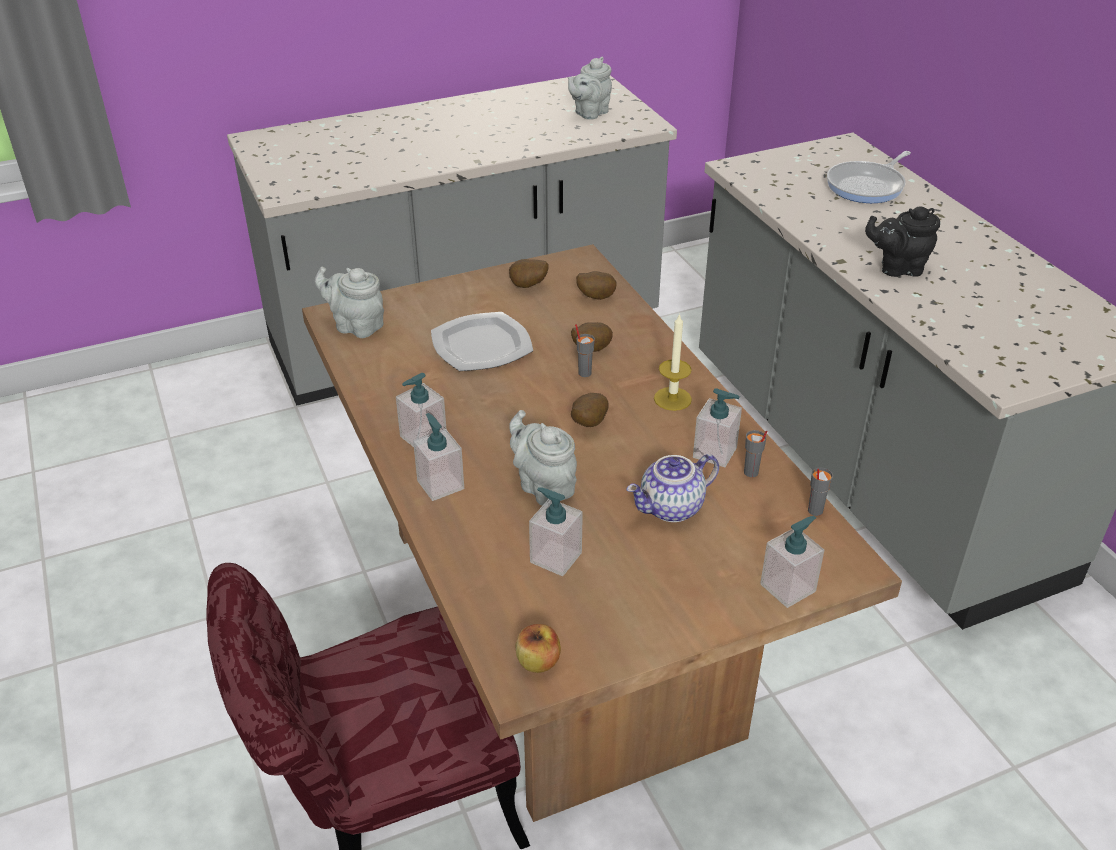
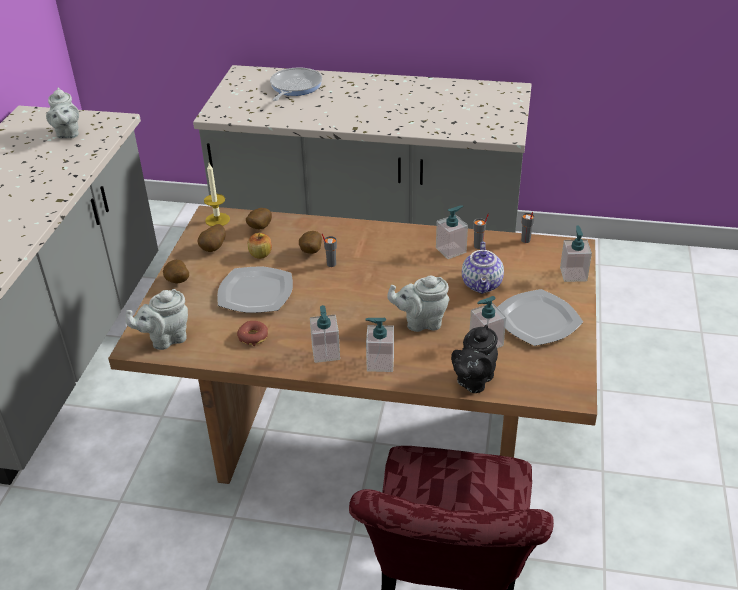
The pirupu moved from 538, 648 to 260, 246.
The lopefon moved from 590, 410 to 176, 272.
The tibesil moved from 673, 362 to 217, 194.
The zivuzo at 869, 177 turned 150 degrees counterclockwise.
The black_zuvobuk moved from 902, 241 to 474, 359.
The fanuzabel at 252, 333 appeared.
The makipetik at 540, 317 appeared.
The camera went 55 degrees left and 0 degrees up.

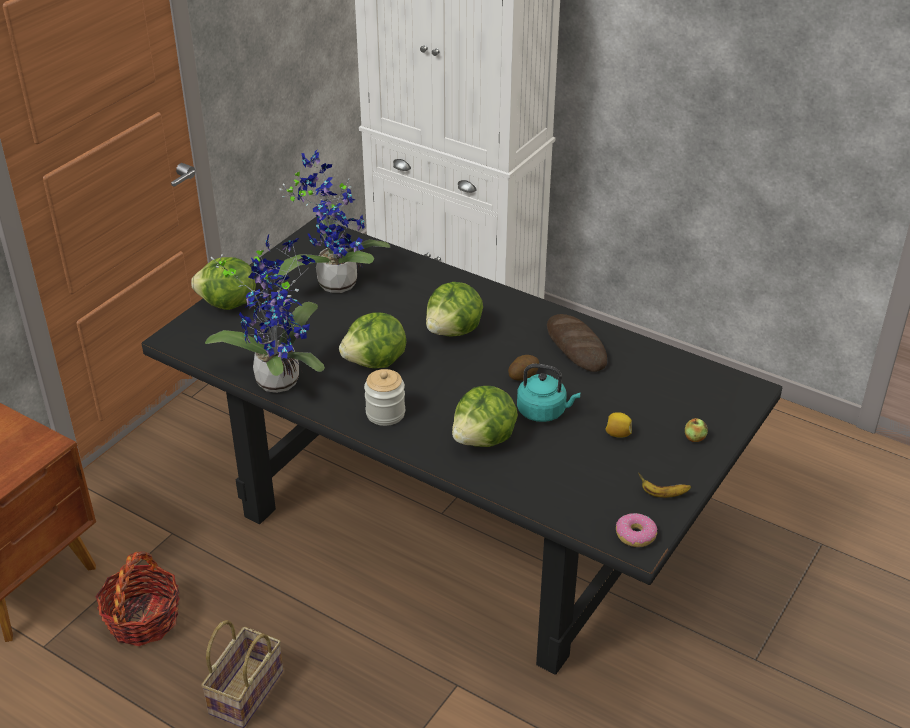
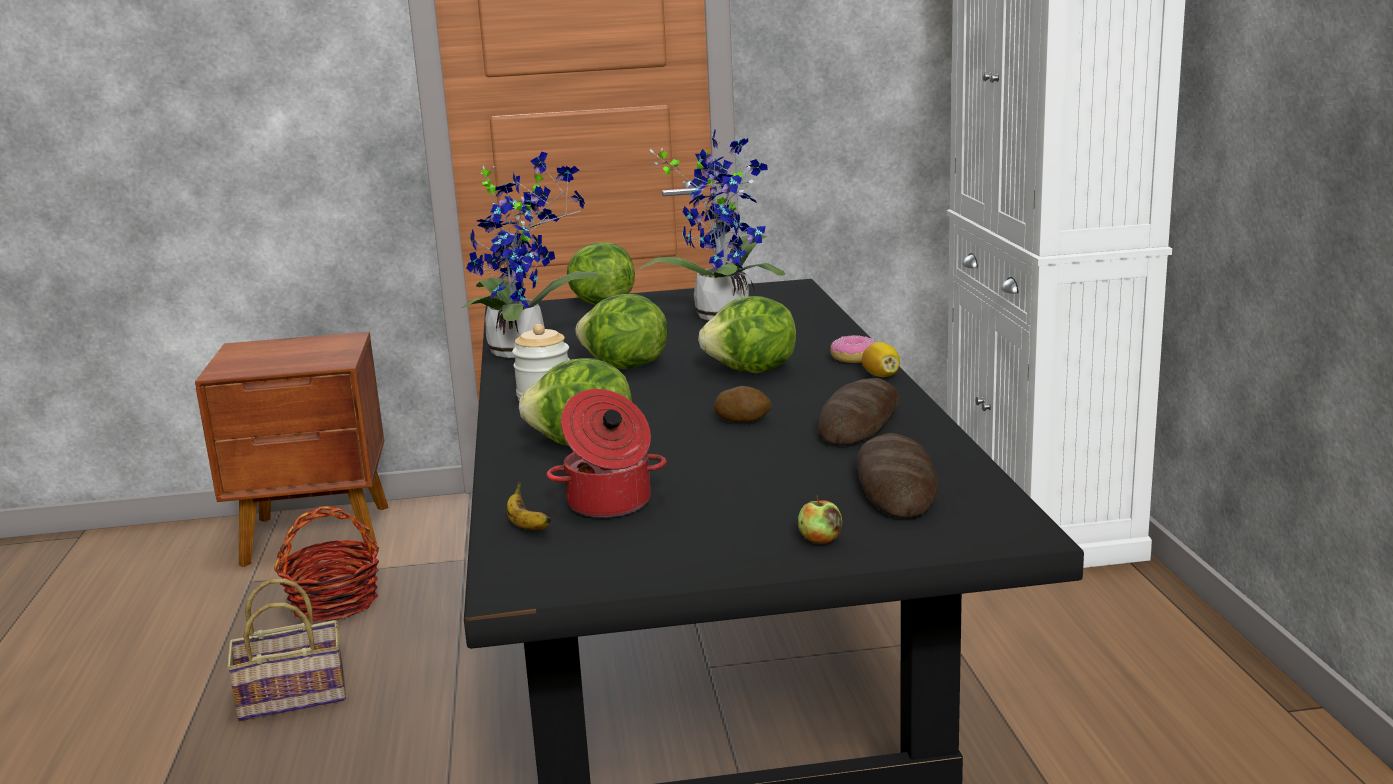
The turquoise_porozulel at 548, 393 disappeared.
The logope moved from 619, 425 to 881, 359.
The fanuzabel moved from 636, 530 to 853, 349.
The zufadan moved from 665, 485 to 529, 506.
The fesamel at 607, 453 appeared.
The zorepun at 897, 475 appeared.
The camera went 50 degrees right and 20 degrees down.

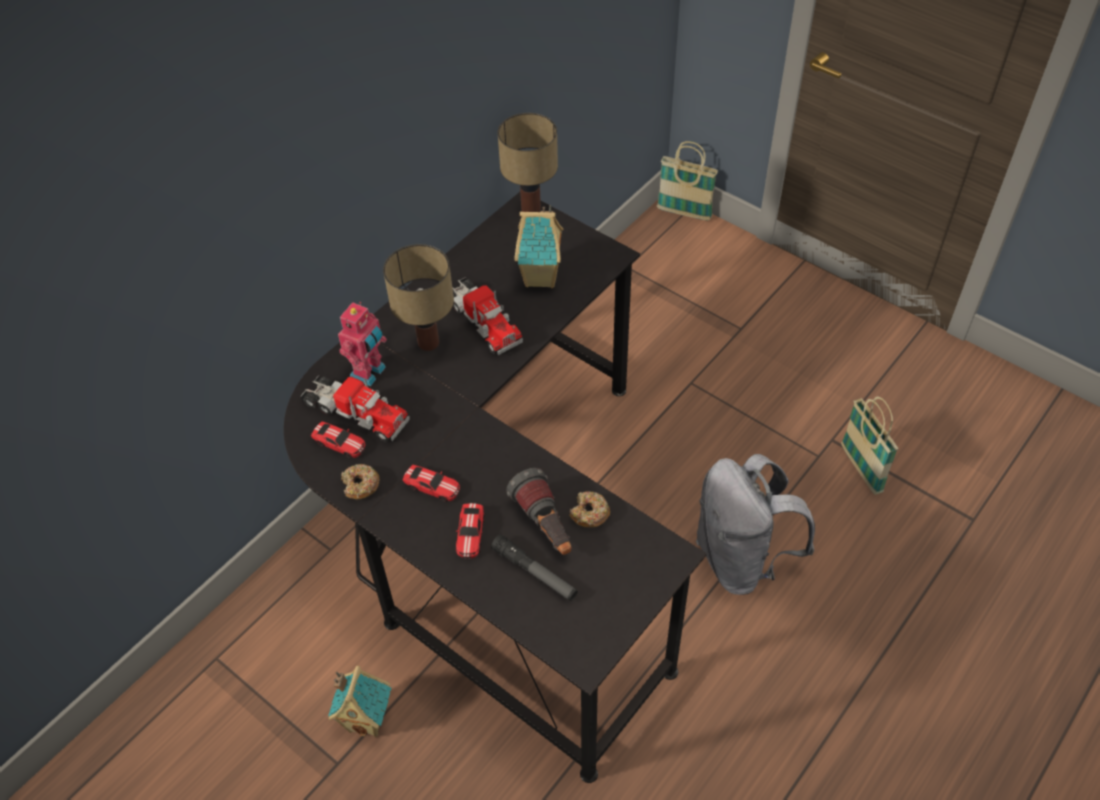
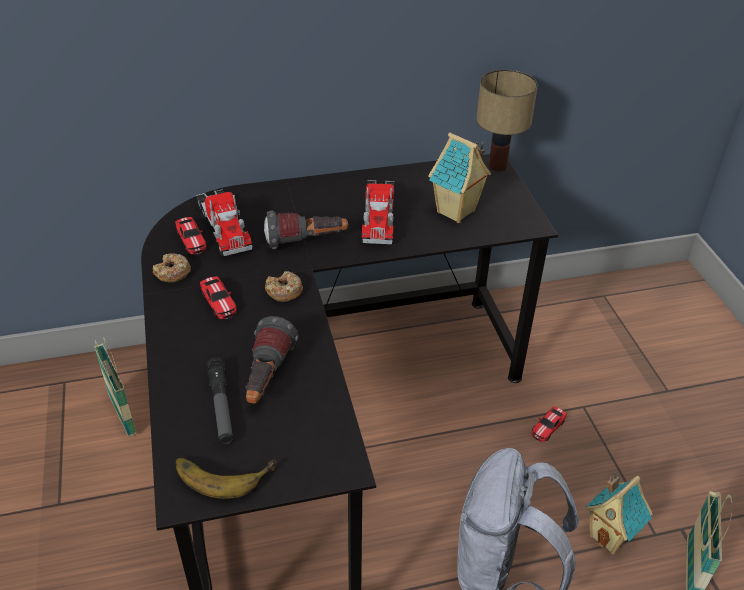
The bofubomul moved from 360, 701 to 619, 512.
The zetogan at 362, 344 disappeared.
The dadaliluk at 418, 297 disappeared.
The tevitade moved from 470, 531 to 549, 424.
The fanuzabel moved from 589, 509 to 284, 286.
The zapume moved from 687, 180 to 115, 387.
The zufadan at 226, 478 appeared.
The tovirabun at 306, 230 appeared.
The camera went 35 degrees right and 10 degrees down.

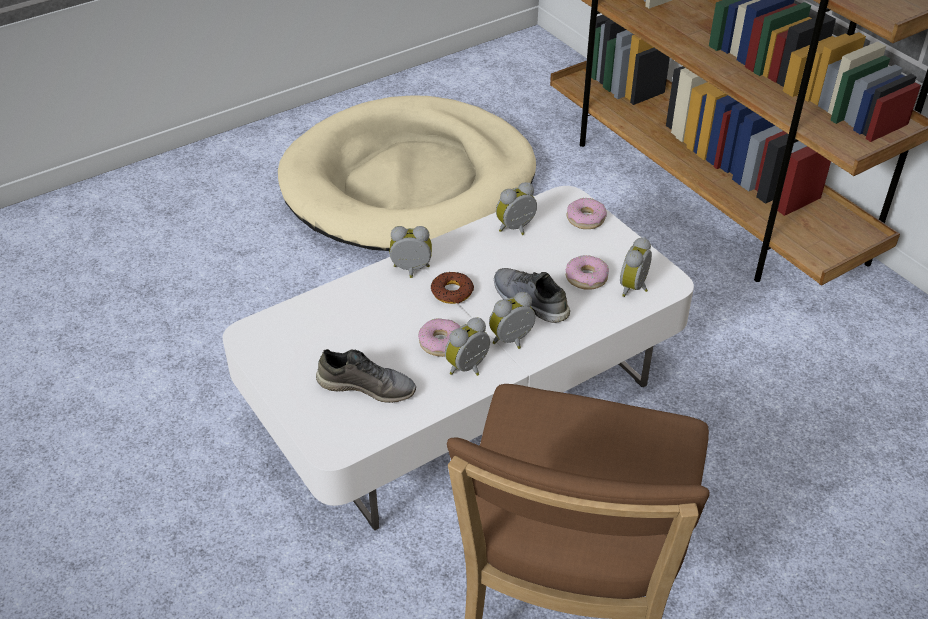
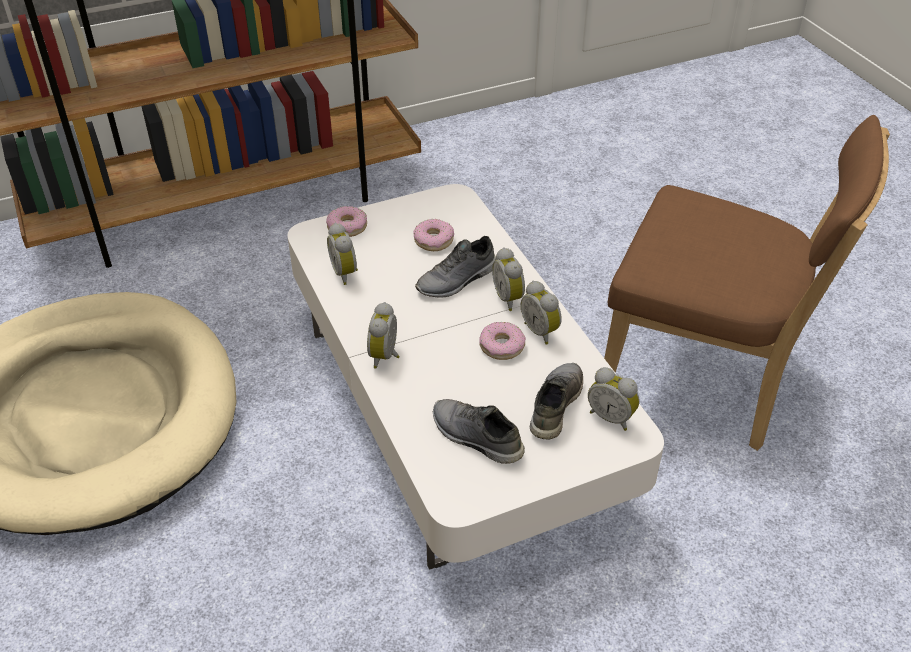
The fanuzabel at 452, 288 disappeared.
The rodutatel moved from 636, 267 to 614, 399.
The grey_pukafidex at 479, 431 appeared.
The camera went 80 degrees left and 0 degrees up.

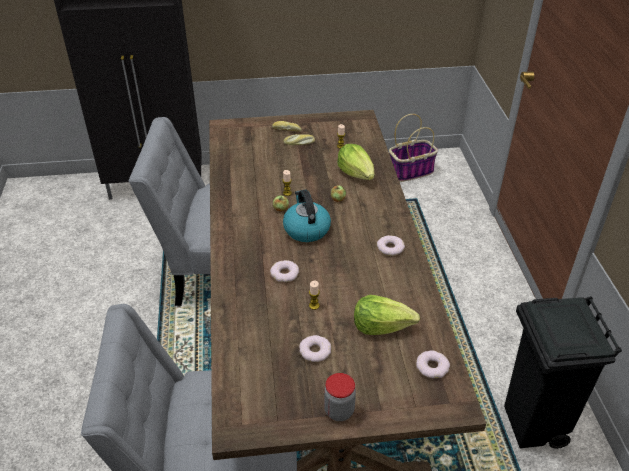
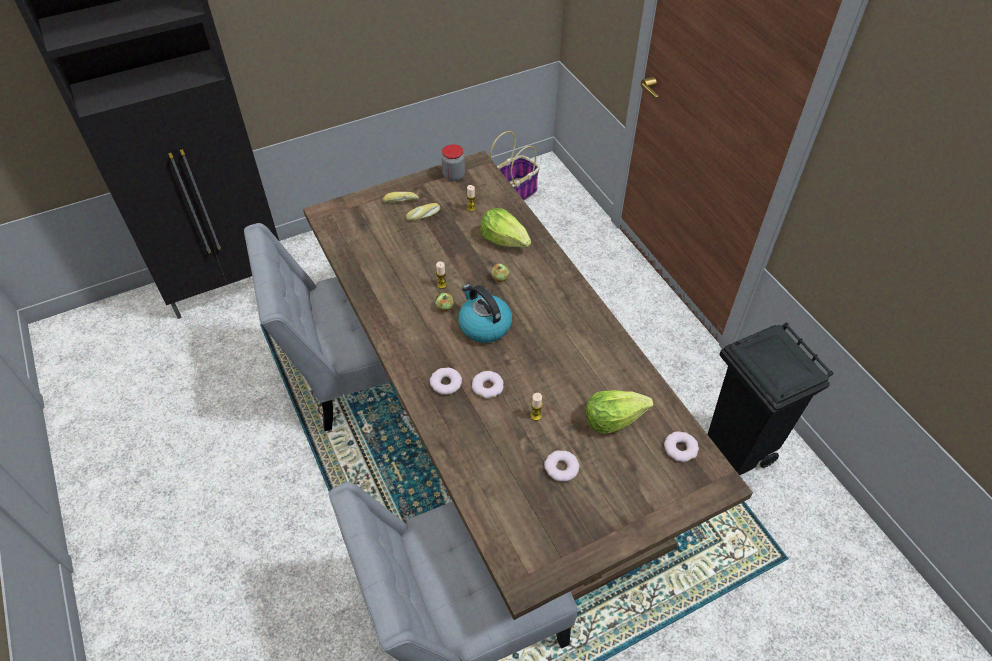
The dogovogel moved from 340, 397 to 453, 163.
The fanuzabel moved from 391, 245 to 446, 381.
The camera went 20 degrees left and 10 degrees up.

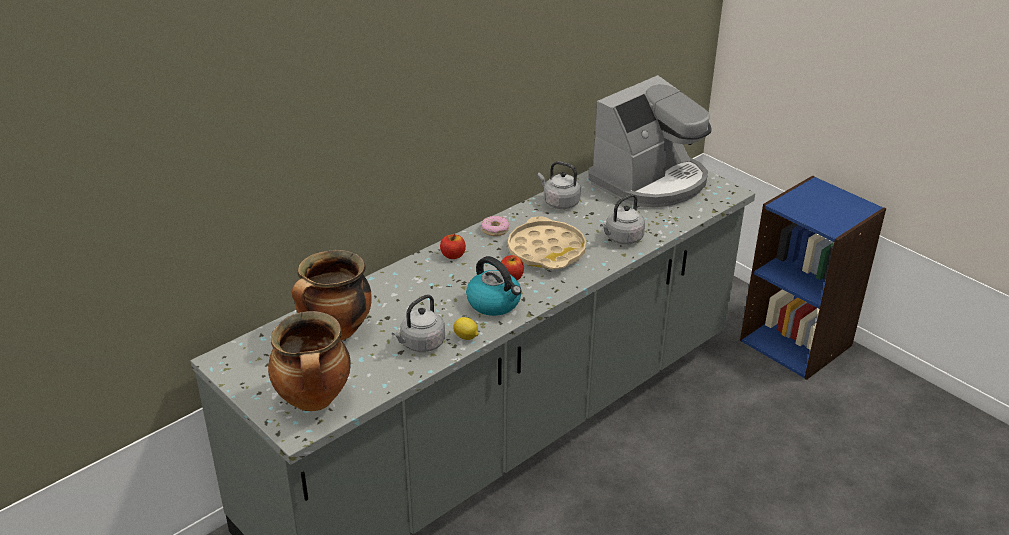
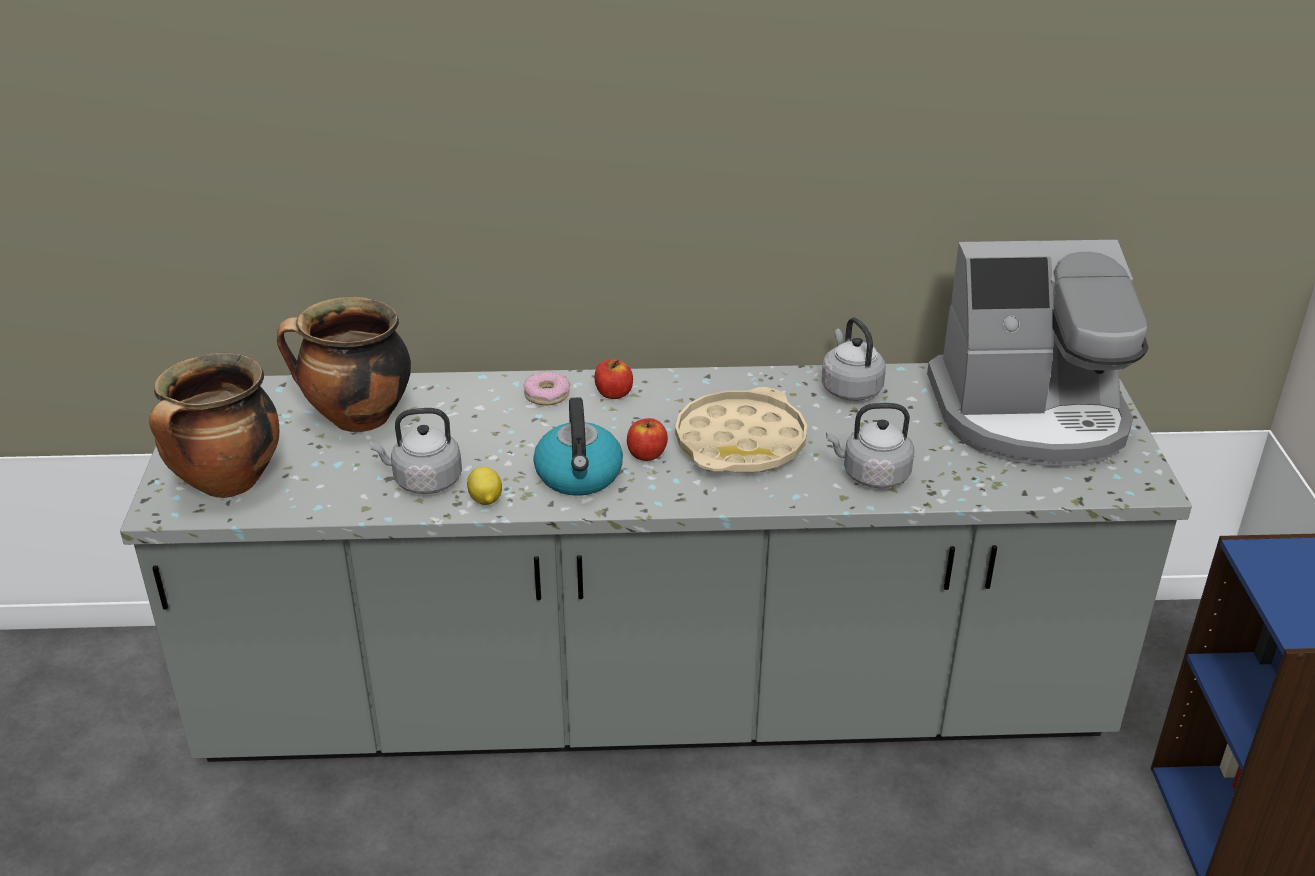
The fanuzabel moved from 495, 226 to 547, 388.
The camera went 40 degrees right and 0 degrees up.

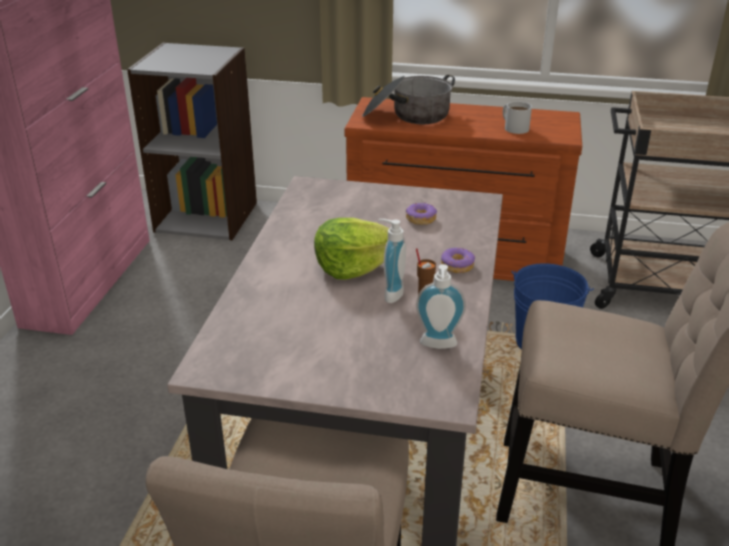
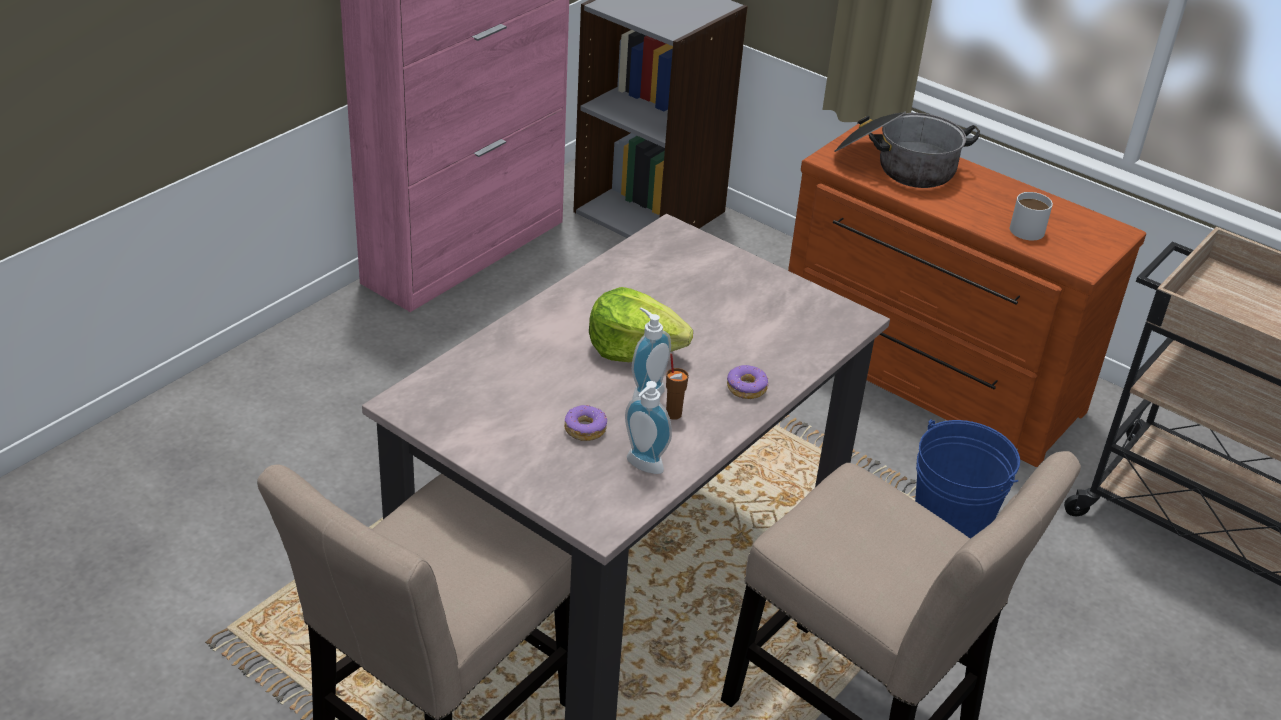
The fanuzabel moved from 421, 213 to 585, 423.
The camera went 25 degrees right and 5 degrees up.

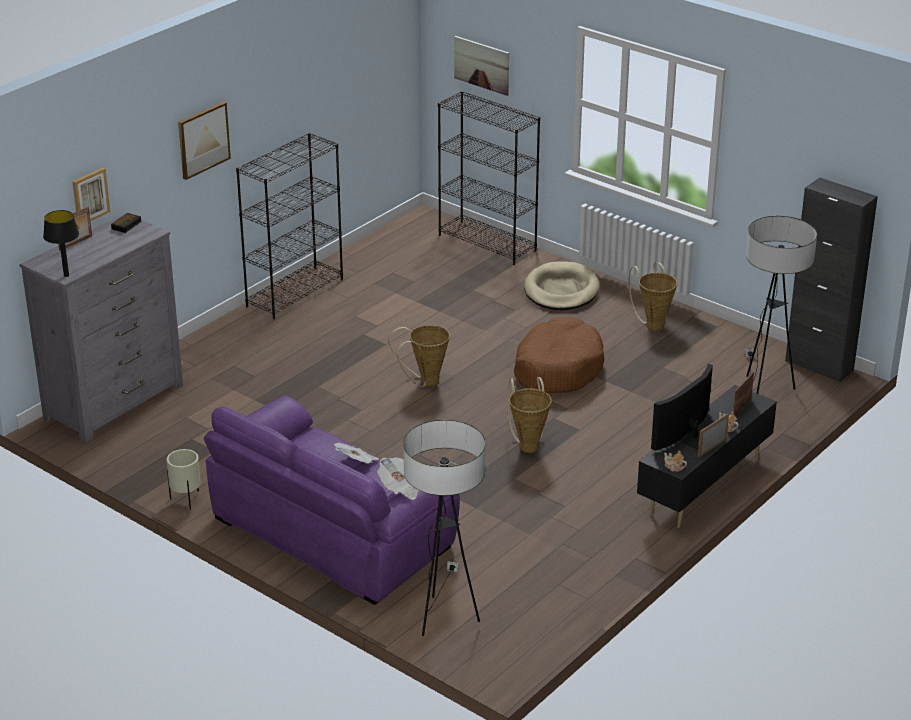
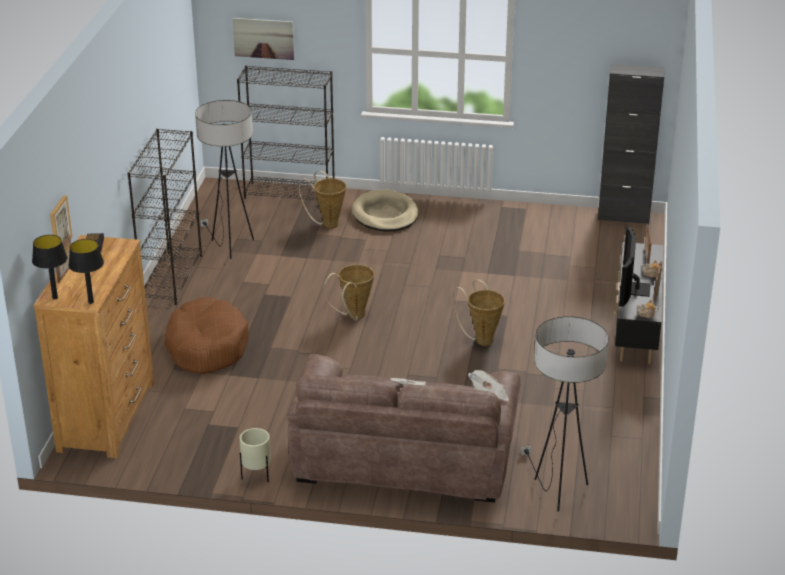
The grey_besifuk at 101, 327 became the brown_besifuk at 93, 346.
The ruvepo at 204, 140 disappeared.
The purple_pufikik at 332, 500 became the brown_pufikik at 404, 428.
The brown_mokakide moved from 559, 355 to 206, 335.
The zapume moved from 653, 296 to 322, 199.
The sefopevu moved from 781, 305 to 224, 179.
The black_dadaliluk at 49, 267 appeared.
The camera went 30 degrees left and 0 degrees up.

